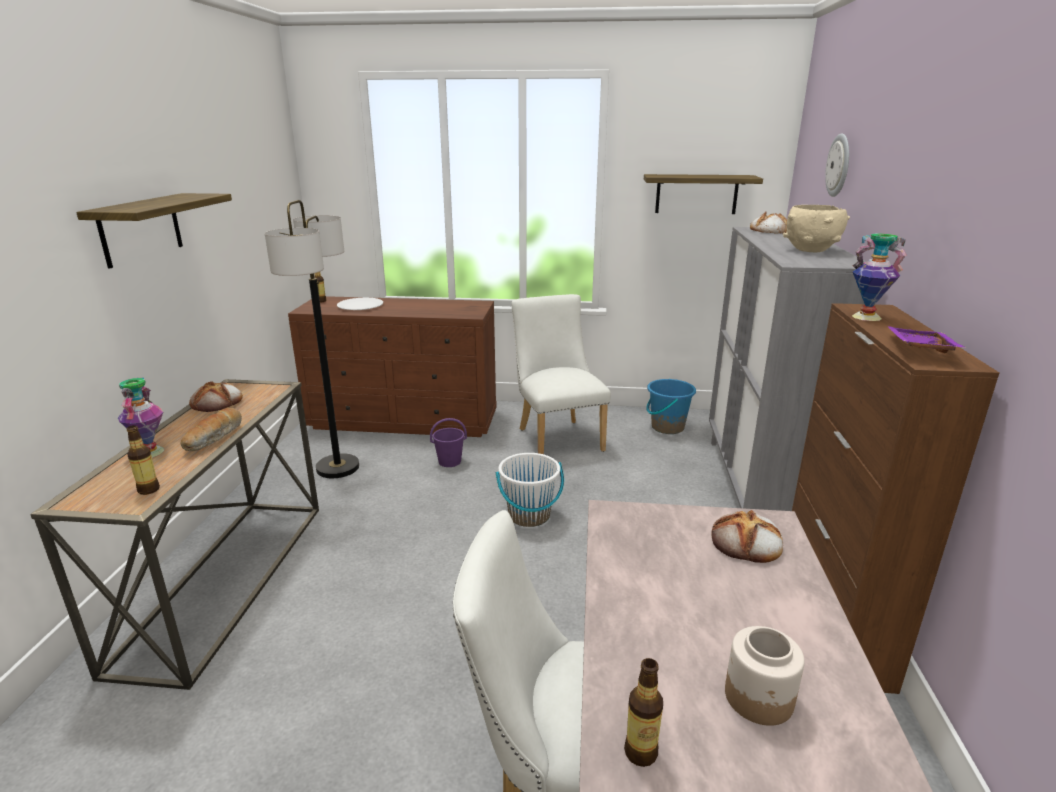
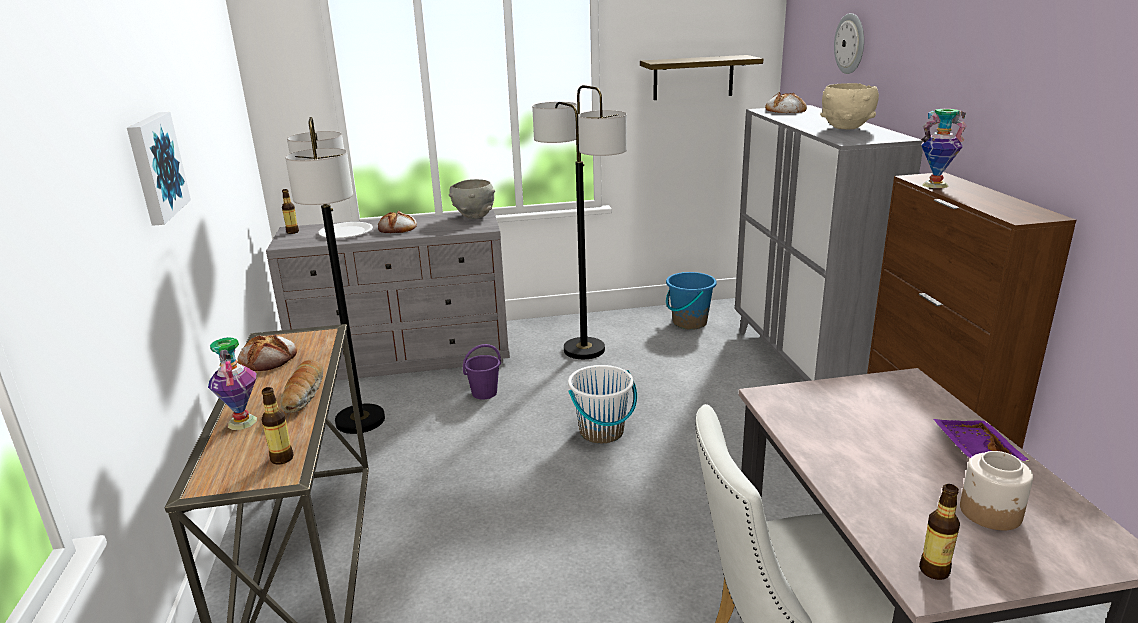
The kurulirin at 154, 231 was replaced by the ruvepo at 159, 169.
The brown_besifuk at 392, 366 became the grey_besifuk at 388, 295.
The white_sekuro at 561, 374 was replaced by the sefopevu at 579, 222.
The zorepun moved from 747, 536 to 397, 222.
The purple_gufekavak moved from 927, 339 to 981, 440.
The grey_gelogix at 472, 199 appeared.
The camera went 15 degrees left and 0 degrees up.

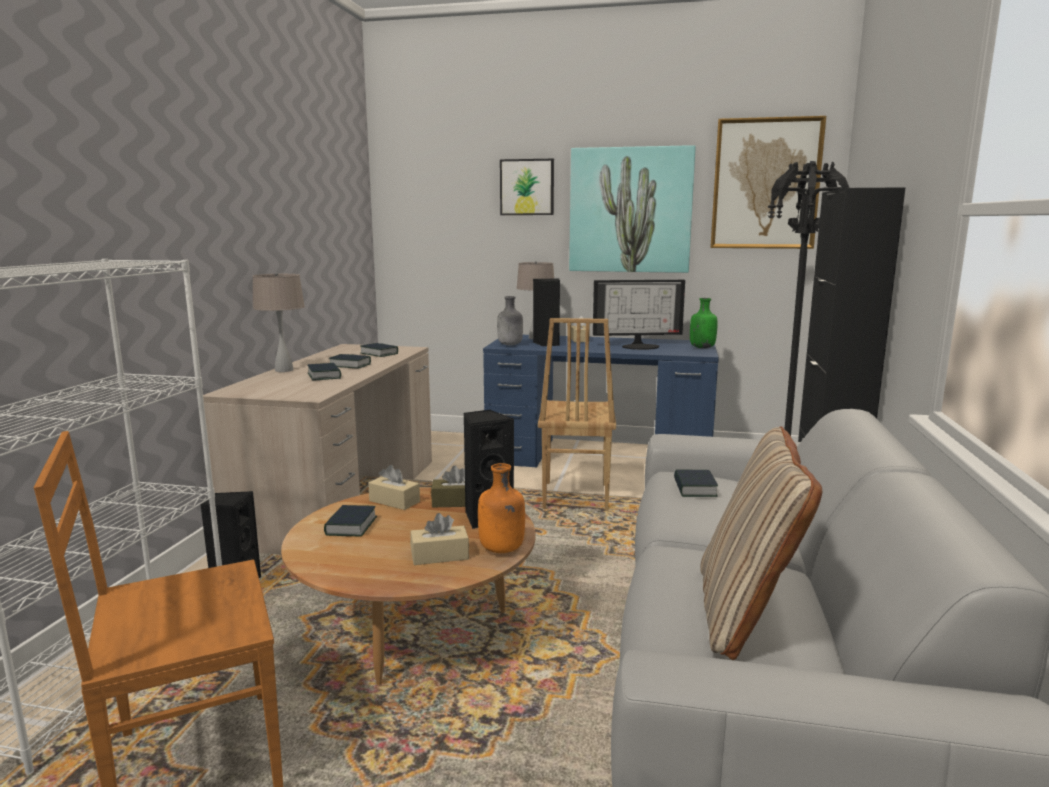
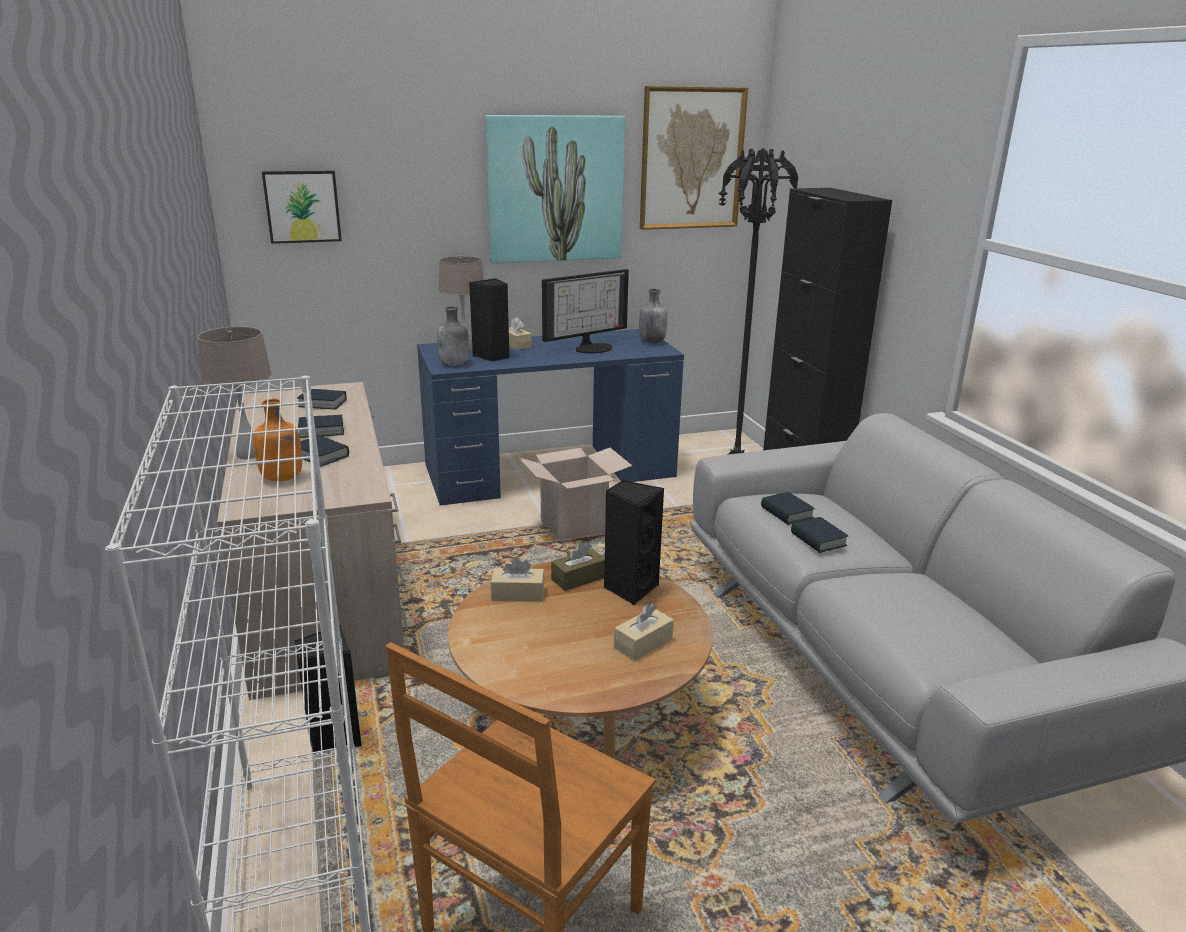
The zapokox moved from 350, 520 to 819, 535.
The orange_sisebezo moved from 501, 508 to 277, 440.
The ruvepo moved from 527, 187 to 302, 207.
The brown_sekuro at 577, 414 was replaced by the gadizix at 575, 494.
The green_sisebezo at 704, 323 became the grey_sisebezo at 653, 316.
The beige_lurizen at 761, 543 disappeared.
The camera went 30 degrees left and 10 degrees up.

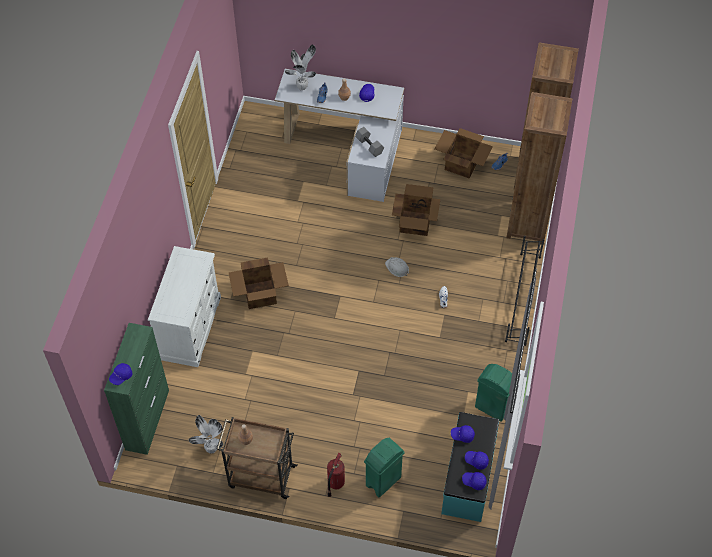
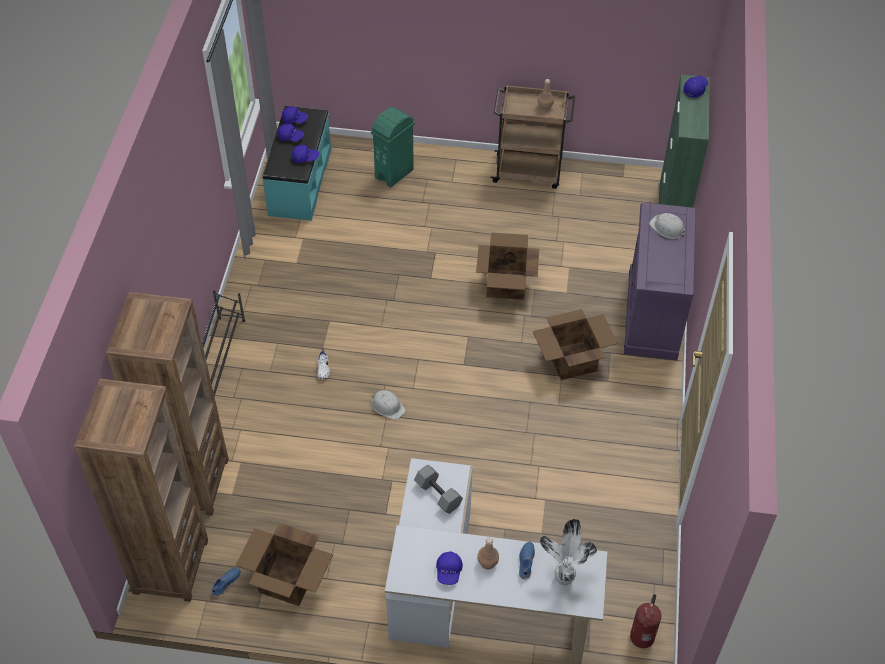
The white_besifuk at 184, 306 became the purple_besifuk at 660, 281.
The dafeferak at 206, 434 disappeared.
The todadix moved from 336, 475 to 646, 621.
The gadizix moved from 416, 210 to 507, 266.
The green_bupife at 493, 393 disappeared.
The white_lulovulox at 668, 226 appeared.
The camera went 175 degrees right and 5 degrees down.

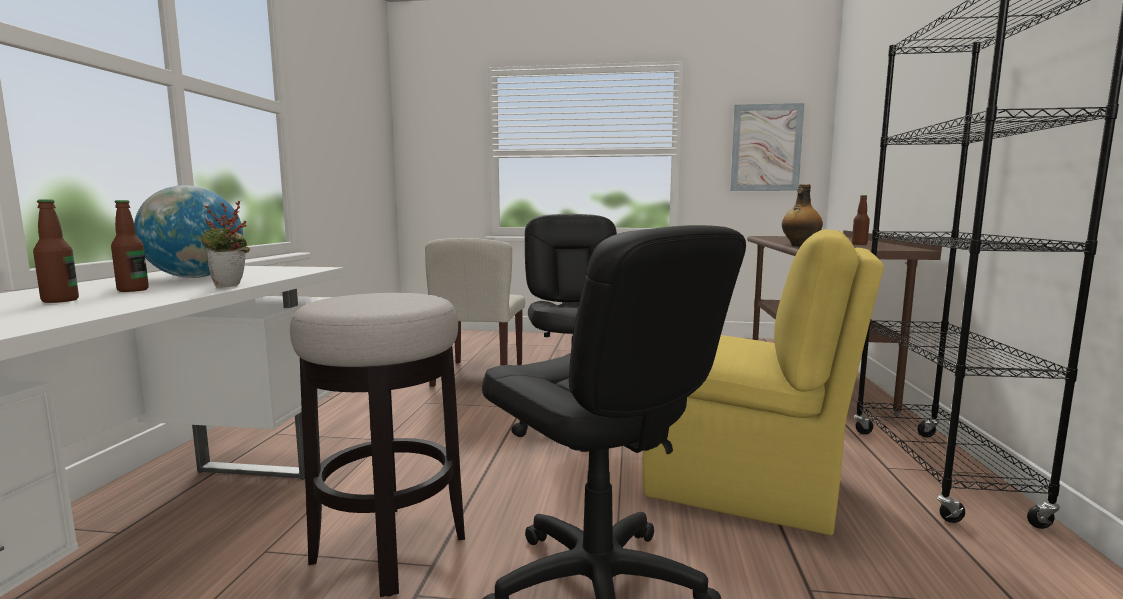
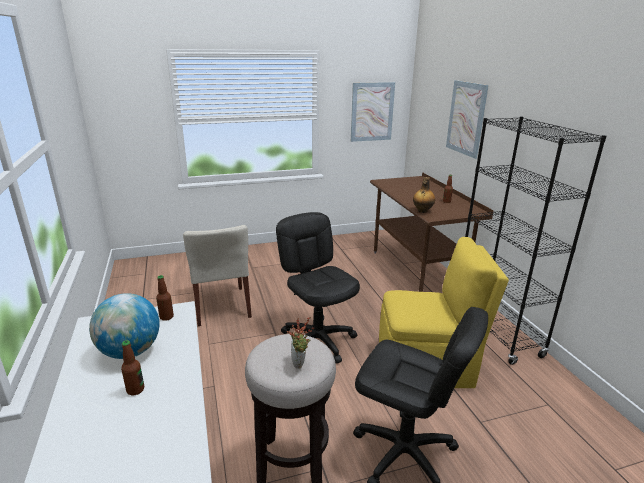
The sisebezo moved from 56, 251 to 165, 298.
The dafeferak moved from 225, 244 to 300, 343.
The ruvepo at 467, 119 appeared.
The camera went 25 degrees left and 15 degrees up.

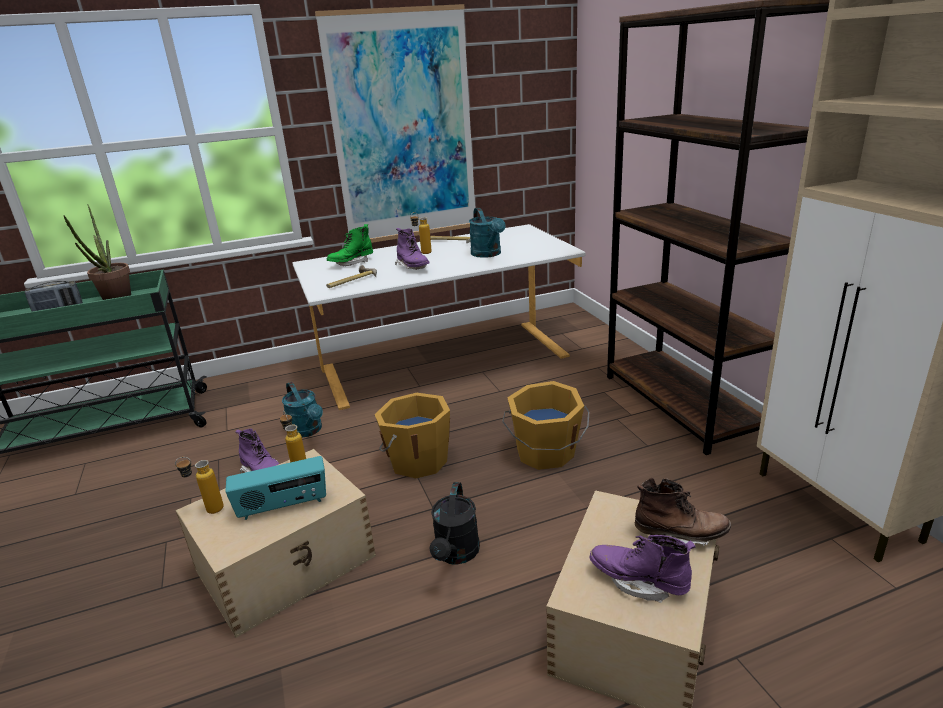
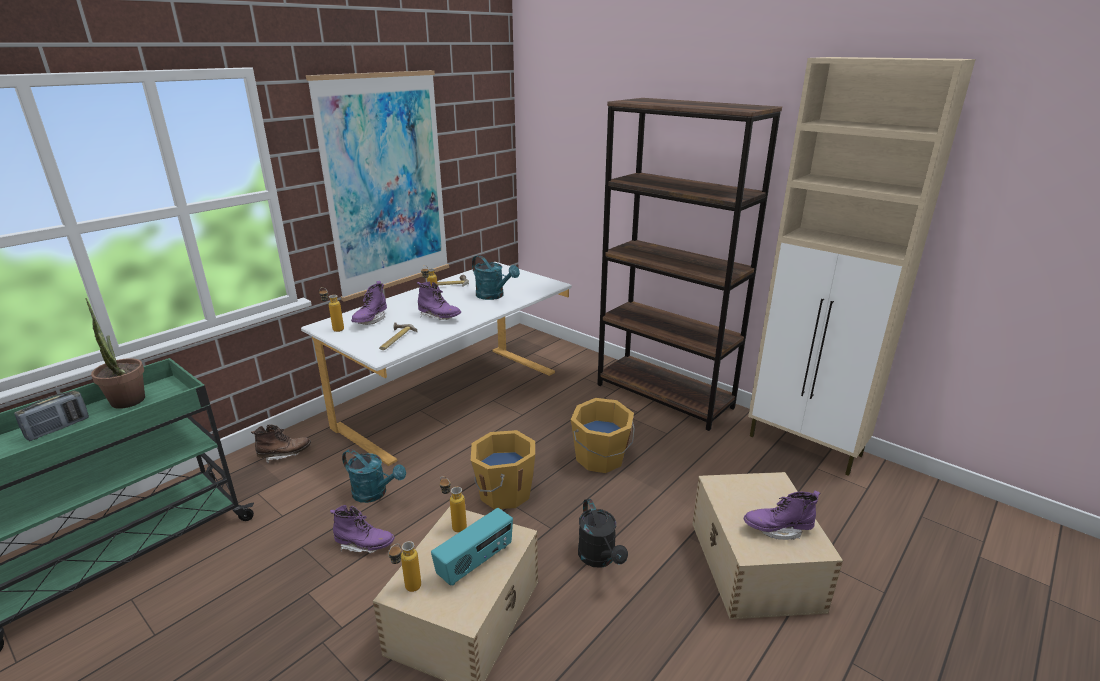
The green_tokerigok at 350, 245 became the purple_tokerigok at 369, 303.
The brown_tokerigok moved from 683, 512 to 281, 443.
The sisebezo at 331, 309 appeared.
The camera went 30 degrees left and 0 degrees up.

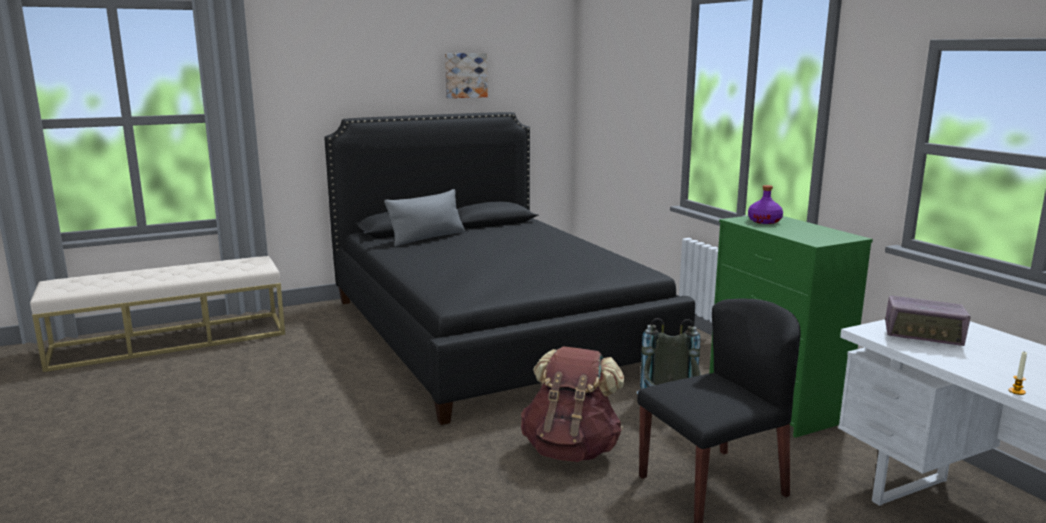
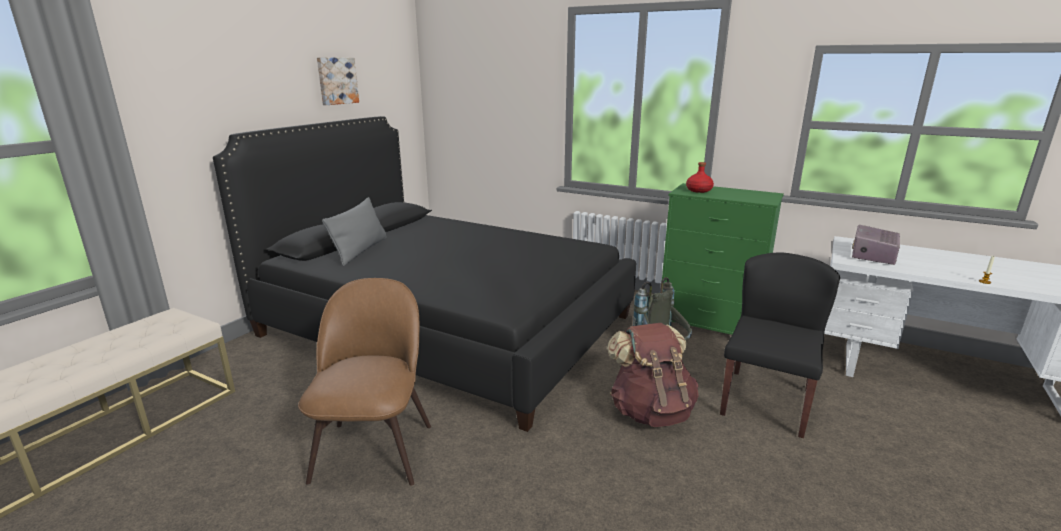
The purple_sisebezo at 765, 204 became the red_sisebezo at 700, 177.
The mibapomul at 927, 321 turned 135 degrees clockwise.
The brown_sekuro at 364, 382 appeared.
The camera went 35 degrees left and 5 degrees up.

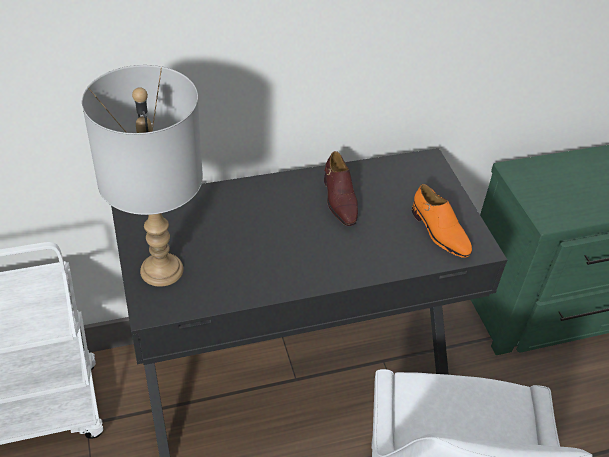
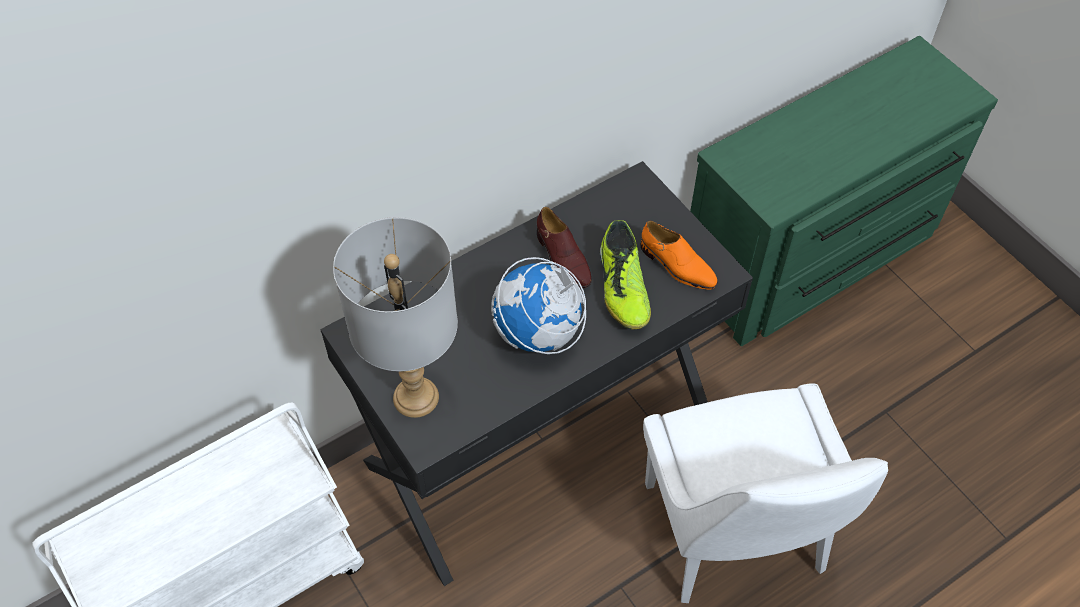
The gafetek at 538, 305 appeared.
The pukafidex at 625, 274 appeared.
The camera went 15 degrees left and 10 degrees up.

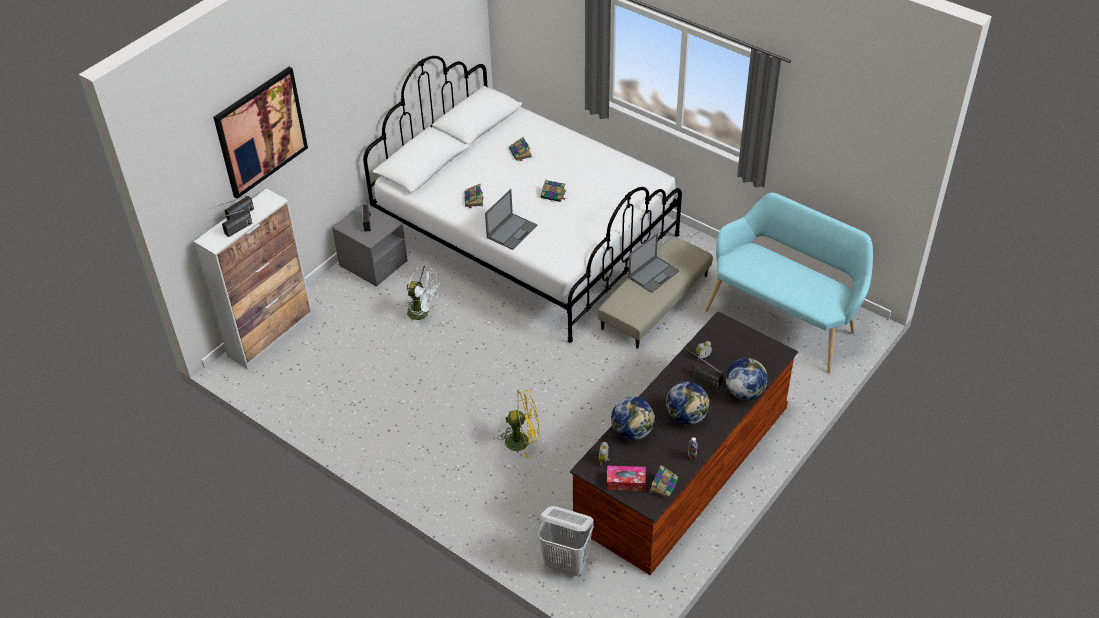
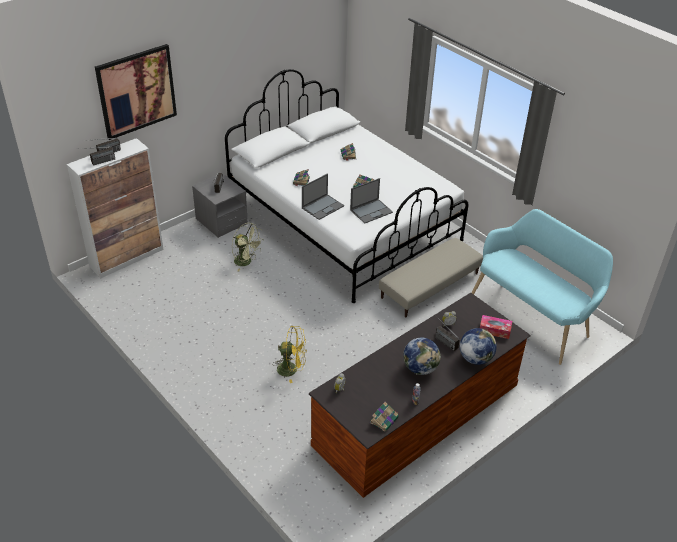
The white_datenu at 422, 296 became the green_datenu at 247, 247.
The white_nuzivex at 566, 541 disappeared.
The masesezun moved from 626, 478 to 496, 327.
The gafetek at 633, 418 disappeared.
The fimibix moved from 653, 263 to 371, 200.
The camera went 10 degrees right and 5 degrees down.

